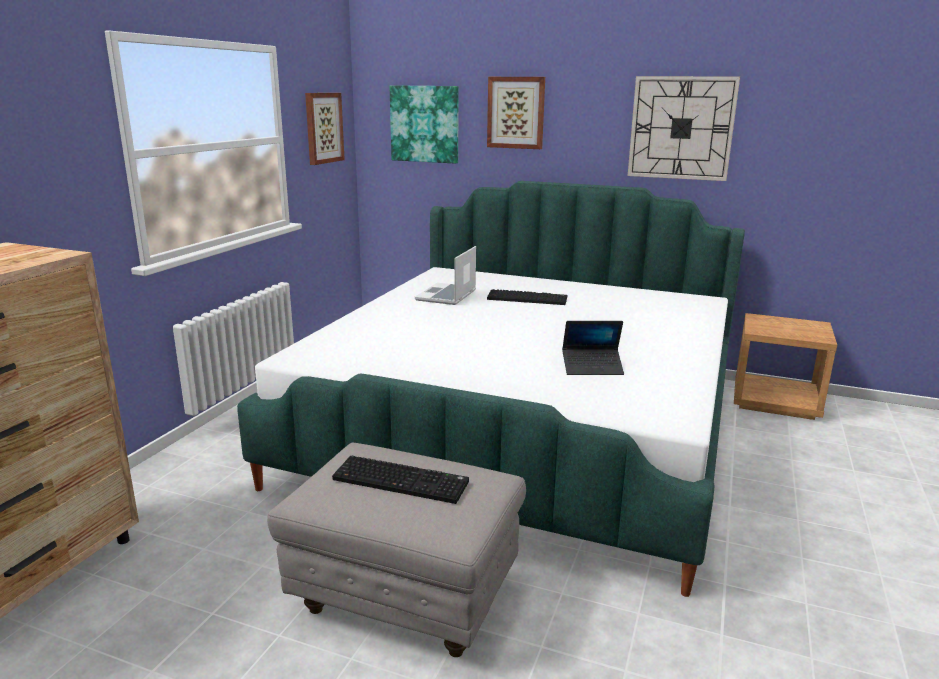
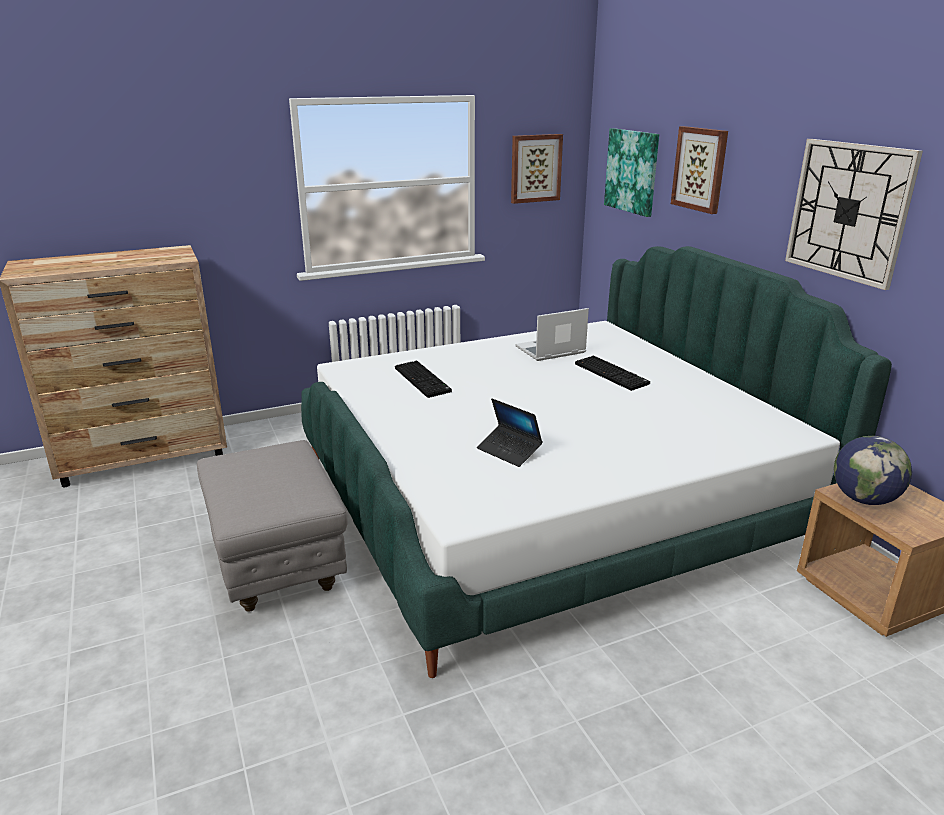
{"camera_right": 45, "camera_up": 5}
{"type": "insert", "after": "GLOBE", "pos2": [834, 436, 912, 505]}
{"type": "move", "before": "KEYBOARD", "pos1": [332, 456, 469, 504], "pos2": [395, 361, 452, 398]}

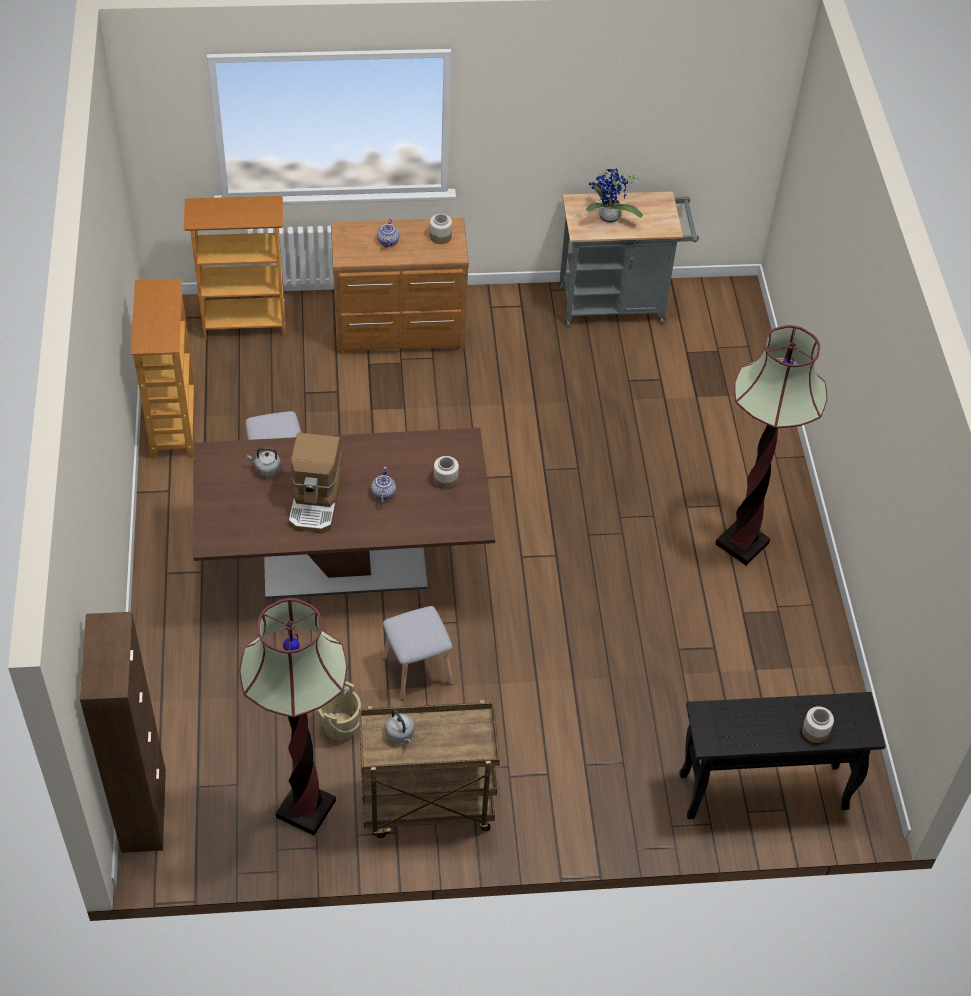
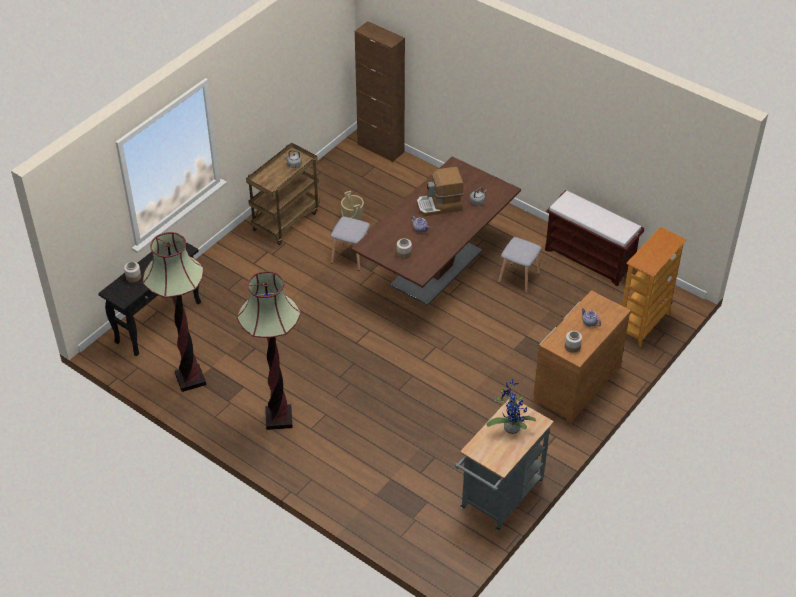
{"camera_right": 135, "camera_up": -5}
{"type": "move", "before": "FLOOR LAMP", "pos1": [239, 598, 347, 835], "pos2": [143, 232, 206, 392]}
{"type": "replace", "before": "BOOKCASE", "after": "BROWN BENCH", "pos1": [131, 279, 196, 459], "pos2": [545, 190, 644, 286]}
{"type": "rotate", "before": "COFFEE MACHINE", "pos1": [289, 433, 342, 534], "pos2": [417, 167, 464, 216], "turn": -60}

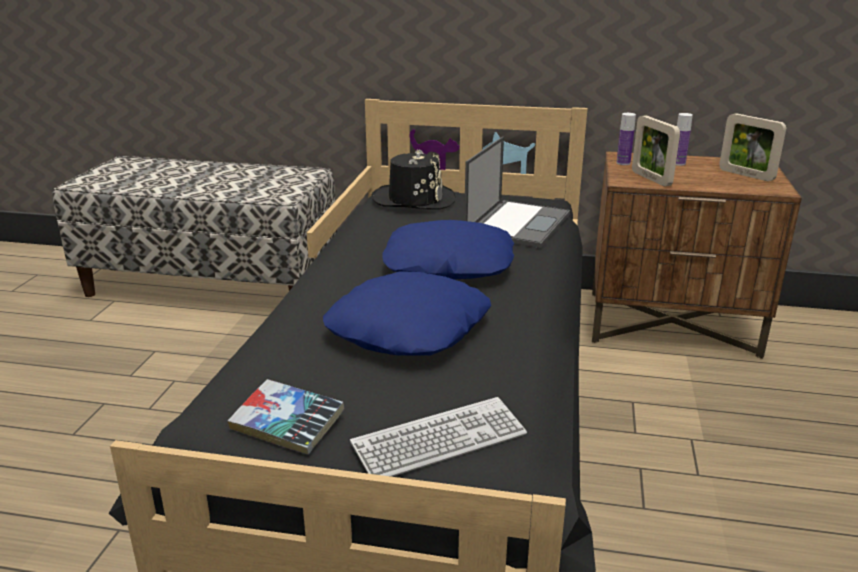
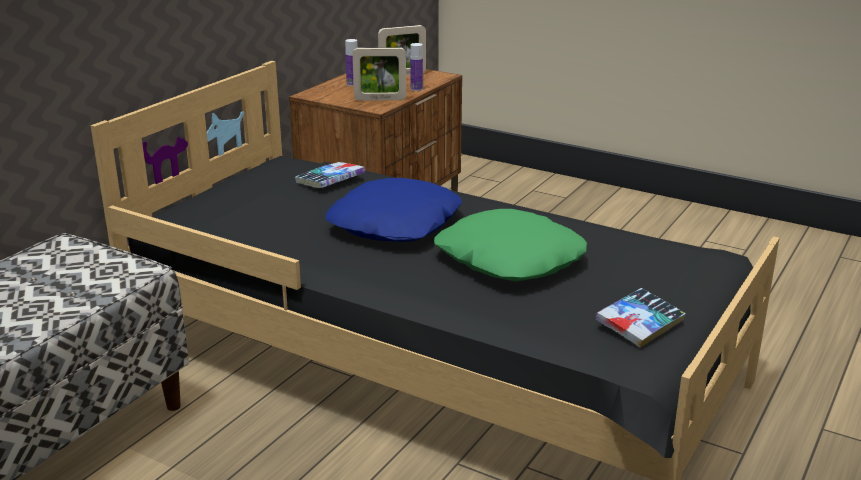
{"camera_right": -70, "camera_up": 0}
{"type": "delete", "before": "KEYBOARD", "pos1": [350, 397, 527, 477]}
{"type": "delete", "before": "BLACK HAT", "pos1": [372, 149, 455, 210]}
{"type": "move", "before": "BOTTLE", "pos1": [616, 113, 636, 165], "pos2": [410, 43, 423, 91]}
{"type": "replace", "before": "LAPTOP", "after": "BOOK", "pos1": [464, 136, 570, 248], "pos2": [295, 162, 365, 188]}
{"type": "recolor", "before": "BLUE PILLOW", "after": "GREEN PILLOW", "pos1": [323, 271, 491, 356], "pos2": [434, 209, 587, 281]}

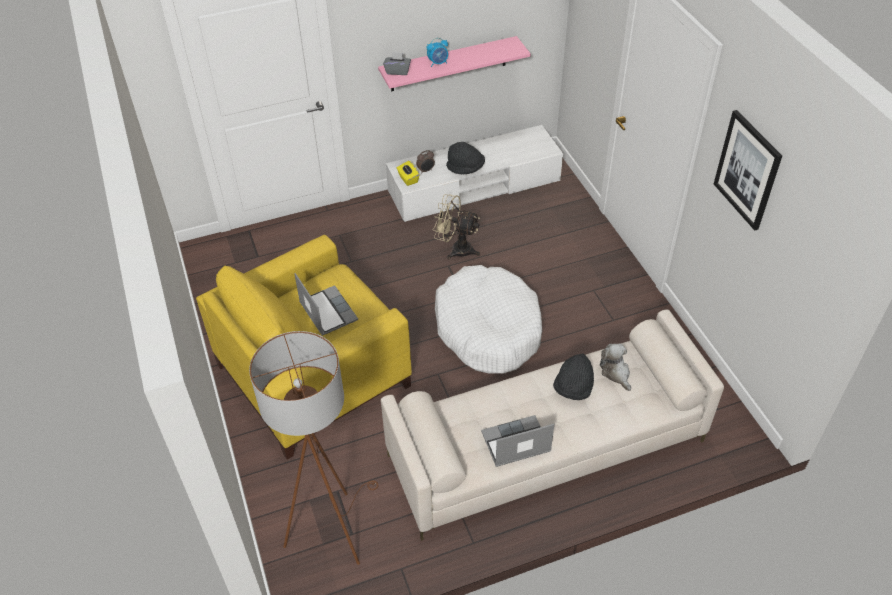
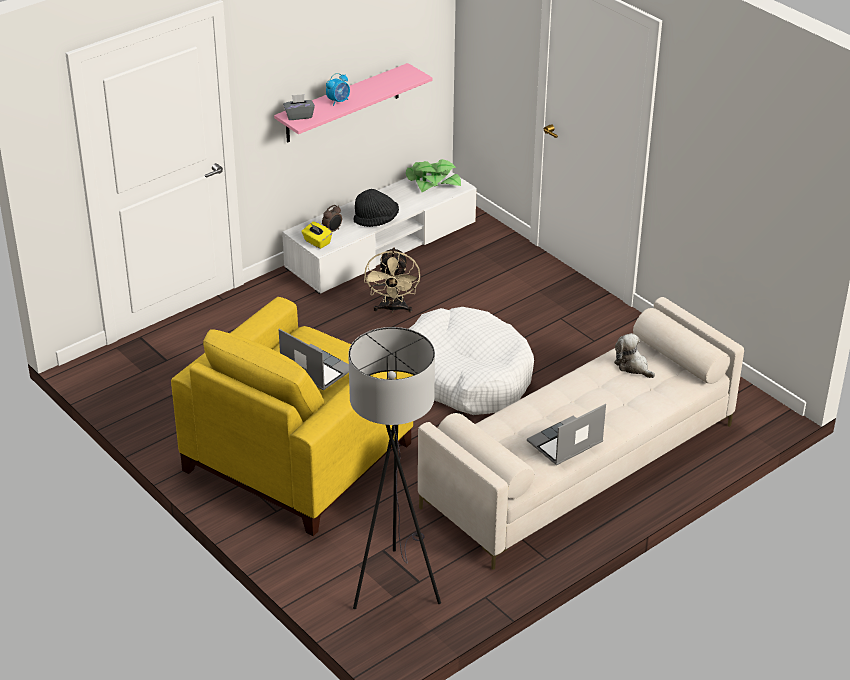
{"camera_right": -20, "camera_up": -10}
{"type": "delete", "before": "BLACK HAT", "pos1": [553, 353, 594, 400]}
{"type": "delete", "before": "PICTURE", "pos1": [714, 110, 782, 231]}
{"type": "insert", "after": "POTTED PLANT", "pos2": [406, 159, 461, 192]}
{"type": "recolor", "before": "BROWN FLOOR LAMP", "after": "GREY FLOOR LAMP", "pos1": [249, 331, 378, 565], "pos2": [348, 327, 441, 609]}
{"type": "rotate", "before": "BEIGE FAN", "pos1": [432, 194, 480, 260], "pos2": [364, 247, 420, 313], "turn": -90}

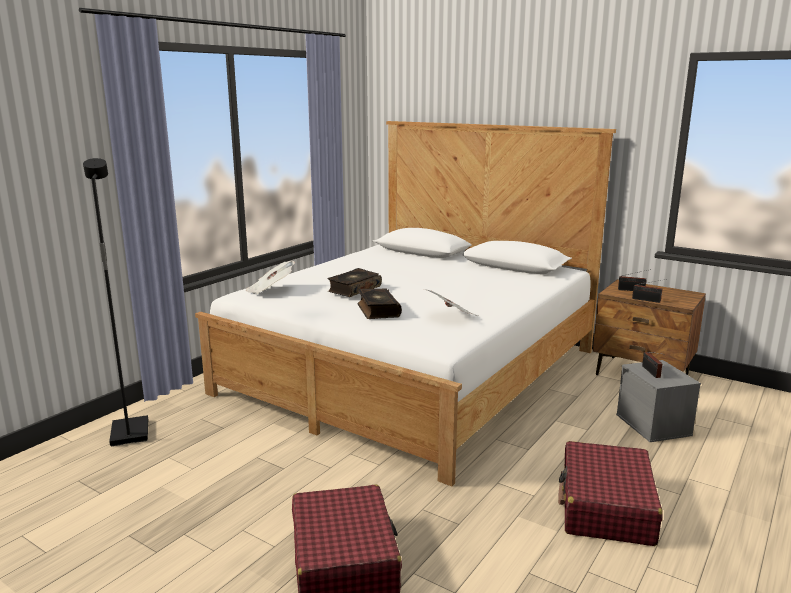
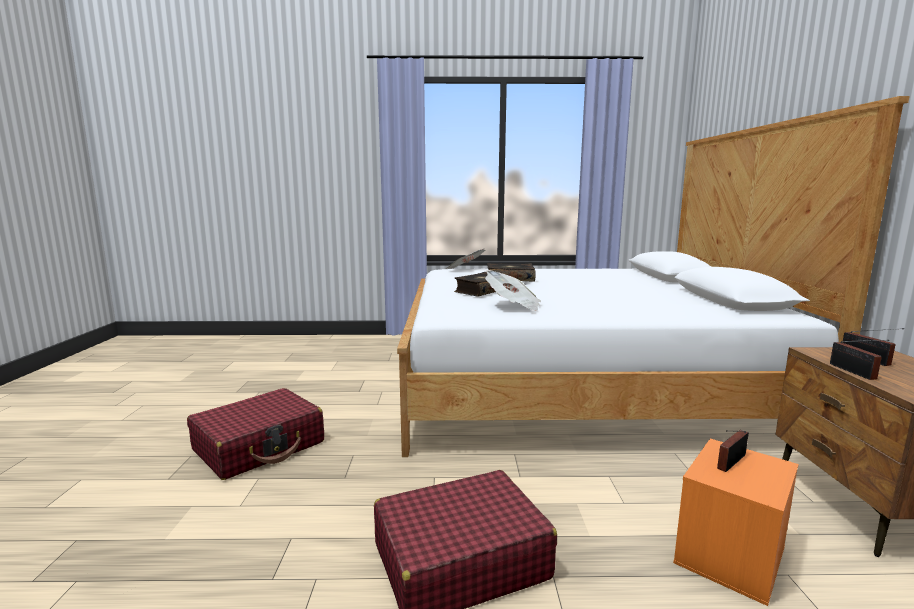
{"camera_right": 55, "camera_up": -5}
{"type": "delete", "before": "BLACK FLOOR LAMP", "pos1": [83, 158, 148, 446]}
{"type": "recolor", "before": "GREY STORAGE BOX", "after": "ORANGE STORAGE BOX", "pos1": [616, 360, 701, 442], "pos2": [673, 439, 799, 606]}

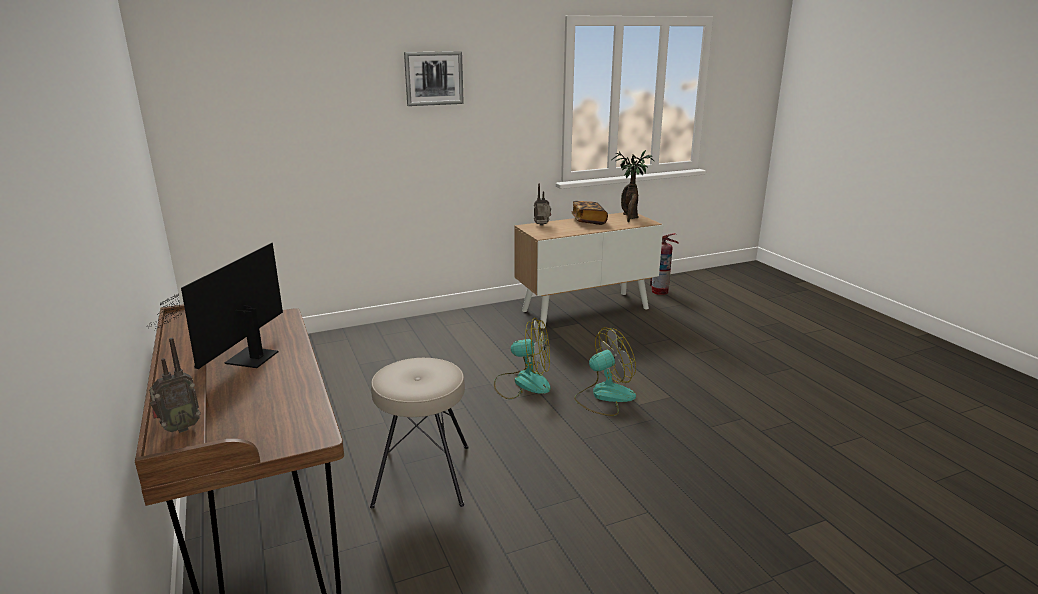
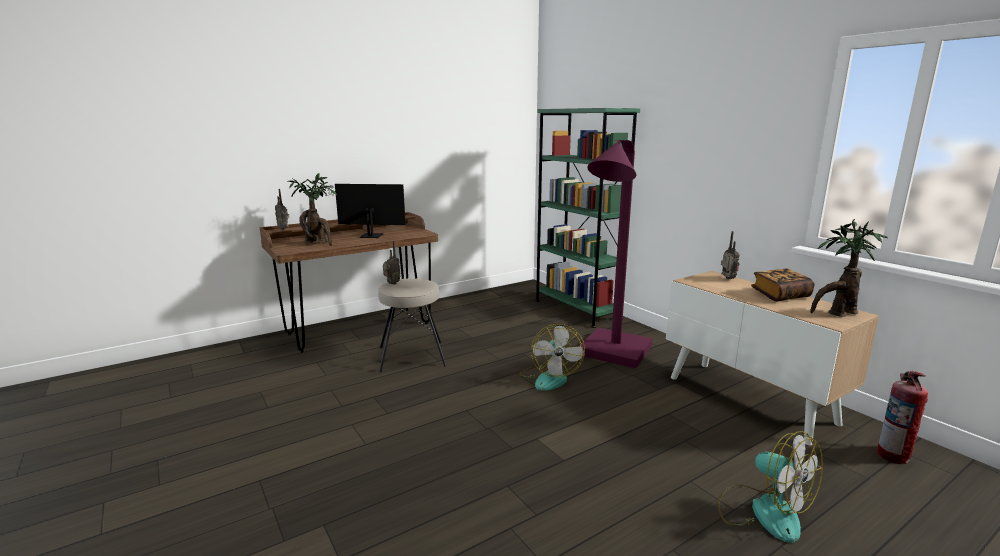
{"camera_right": 80, "camera_up": -5}
{"type": "delete", "before": "PICTURE", "pos1": [404, 51, 464, 106]}
{"type": "insert", "after": "POTTED PLANT", "pos2": [288, 173, 337, 246]}
{"type": "insert", "after": "RADIO", "pos2": [383, 241, 400, 285]}
{"type": "insert", "after": "GREEN BOOKCASE", "pos2": [535, 108, 640, 328]}
{"type": "insert", "after": "PURPLE FLOOR LAMP", "pos2": [579, 140, 653, 368]}
{"type": "move", "before": "FAN", "pos1": [574, 327, 636, 416], "pos2": [718, 431, 823, 543]}

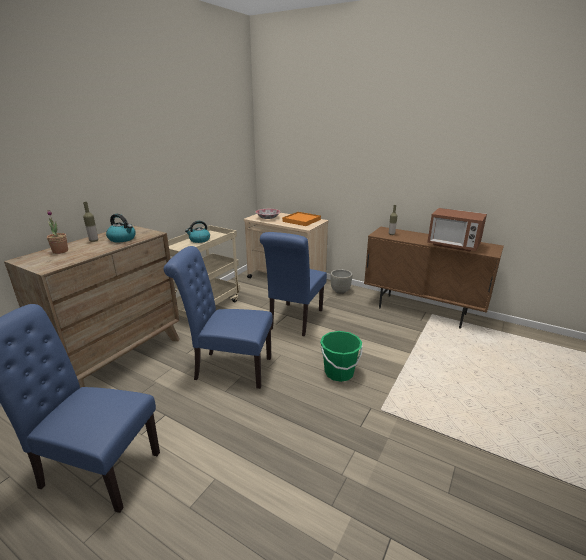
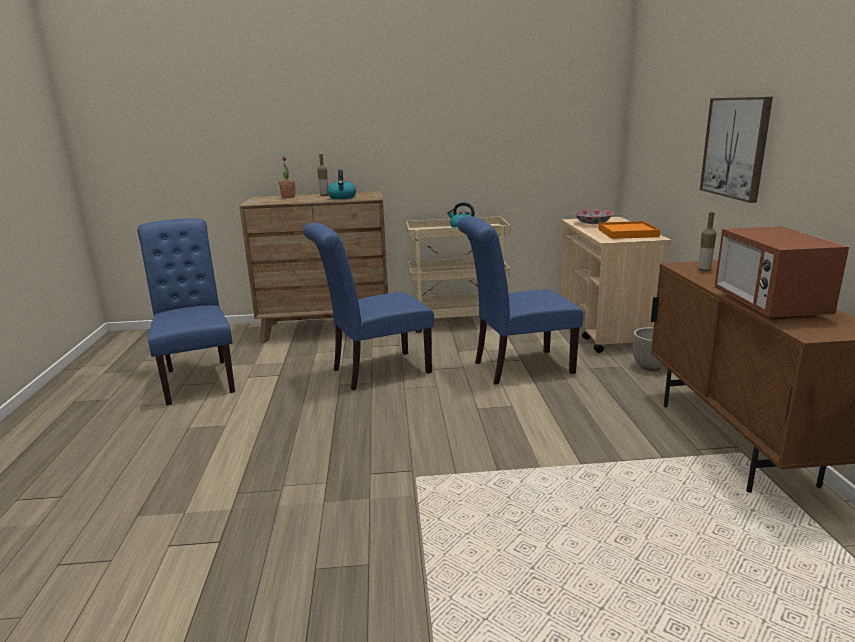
{"camera_right": 55, "camera_up": -5}
{"type": "delete", "before": "GREEN BUCKET", "pos1": [320, 331, 363, 382]}
{"type": "insert", "after": "PICTURE", "pos2": [700, 97, 773, 203]}
{"type": "rotate", "before": "BLUE CHAIR", "pos1": [164, 246, 273, 389], "pos2": [303, 223, 434, 390], "turn": -90}

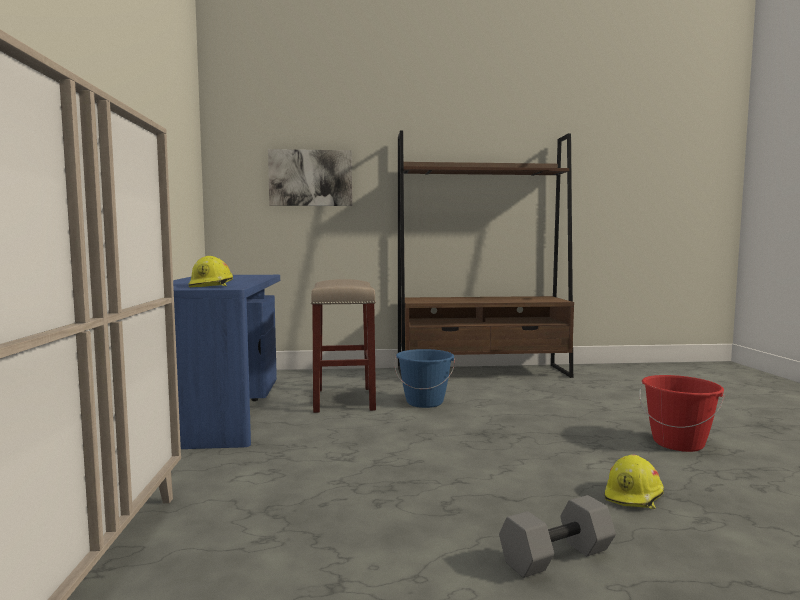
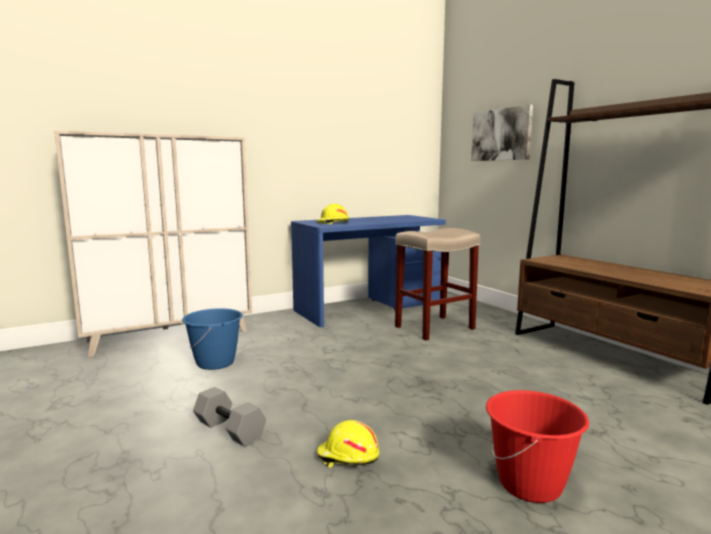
{"camera_right": 65, "camera_up": 5}
{"type": "move", "before": "BLUE BUCKET", "pos1": [395, 349, 455, 408], "pos2": [182, 308, 243, 370]}

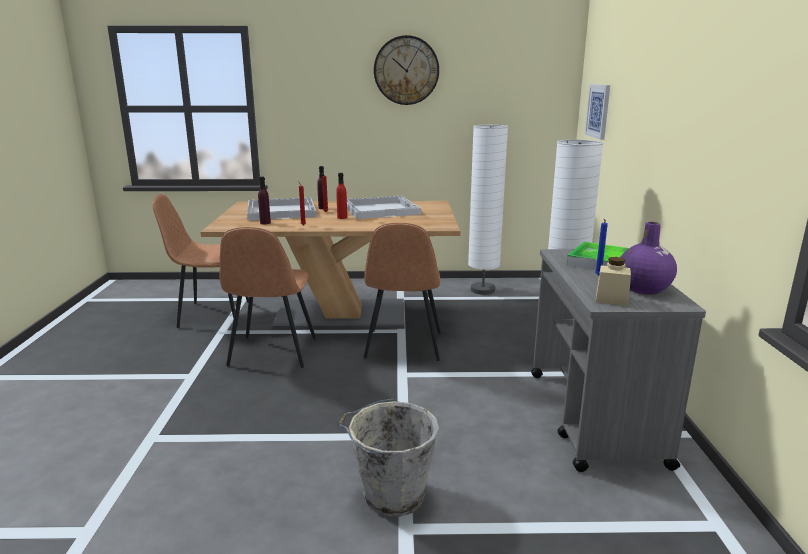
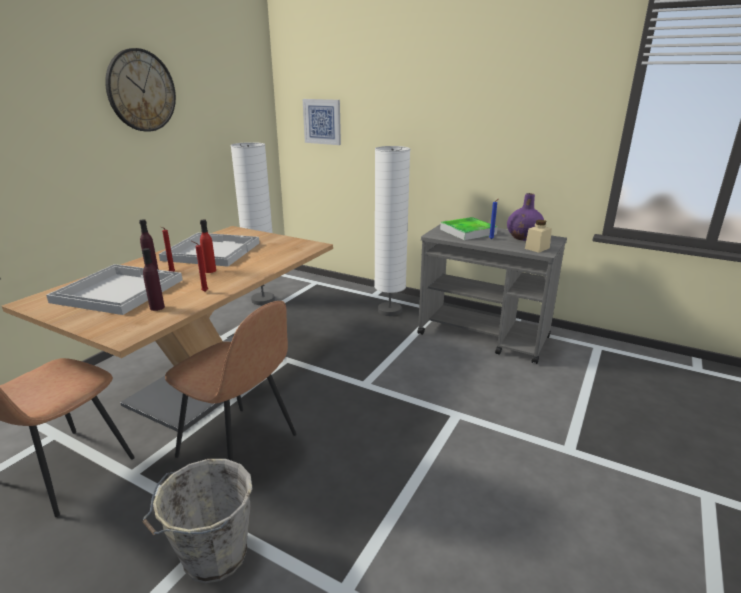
{"camera_right": -60, "camera_up": 5}
{"type": "delete", "before": "BROWN CHAIR", "pos1": [364, 223, 441, 361]}
{"type": "move", "before": "GREY BUCKET", "pos1": [338, 399, 439, 517], "pos2": [142, 459, 253, 584]}

